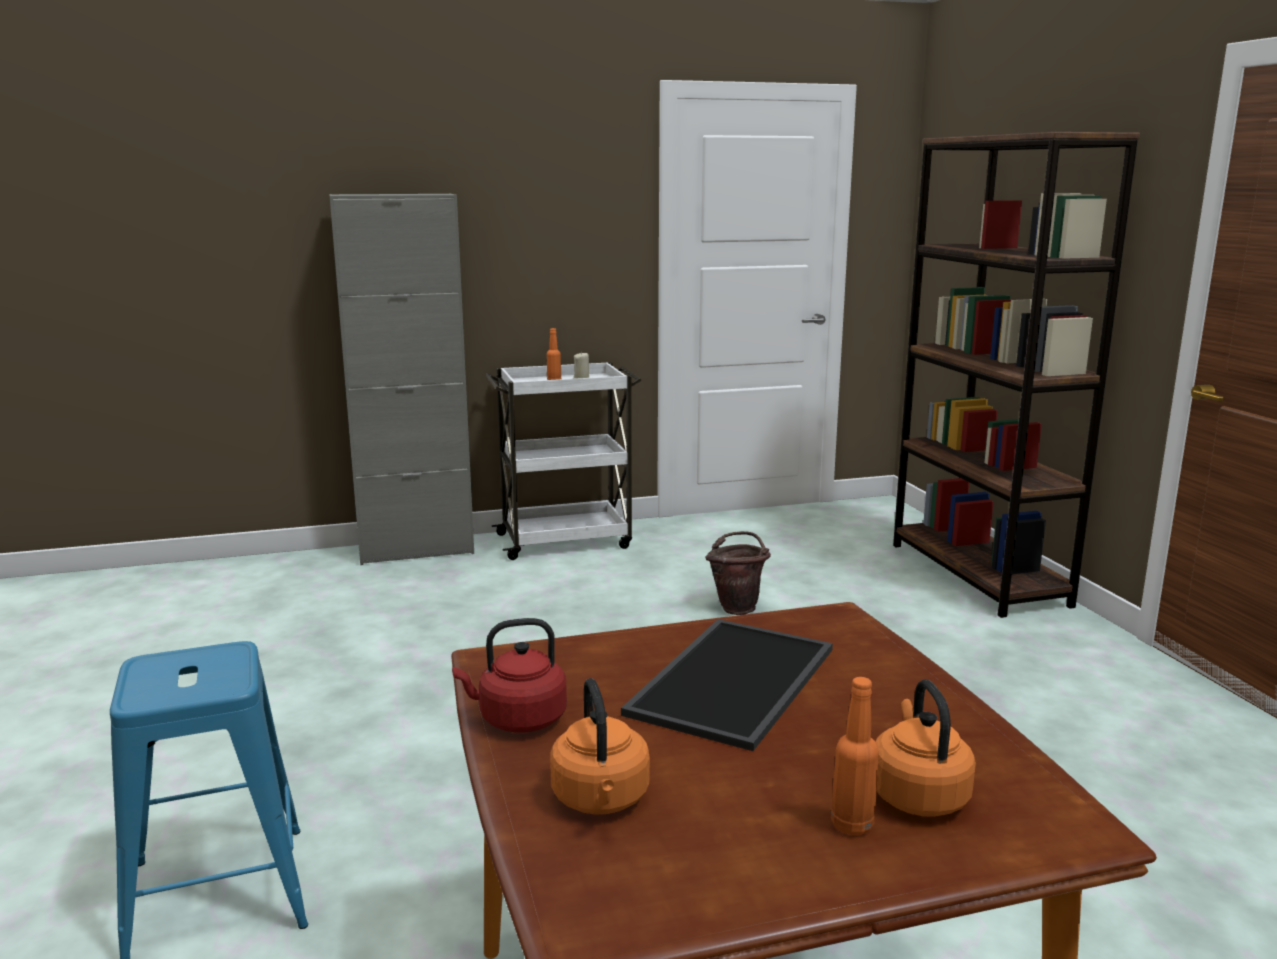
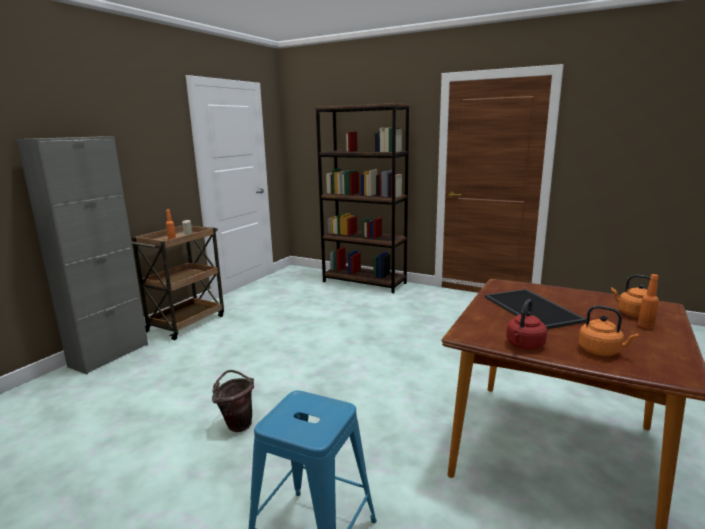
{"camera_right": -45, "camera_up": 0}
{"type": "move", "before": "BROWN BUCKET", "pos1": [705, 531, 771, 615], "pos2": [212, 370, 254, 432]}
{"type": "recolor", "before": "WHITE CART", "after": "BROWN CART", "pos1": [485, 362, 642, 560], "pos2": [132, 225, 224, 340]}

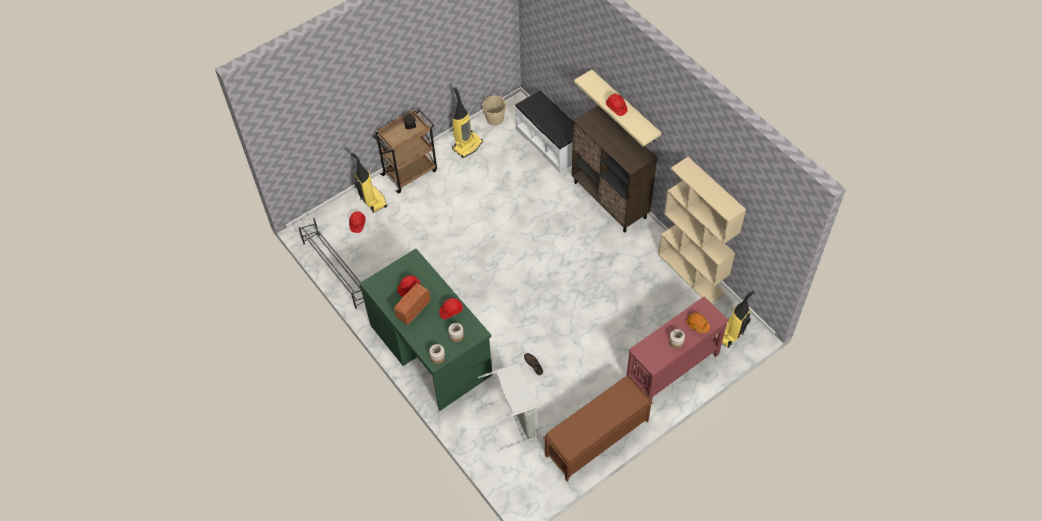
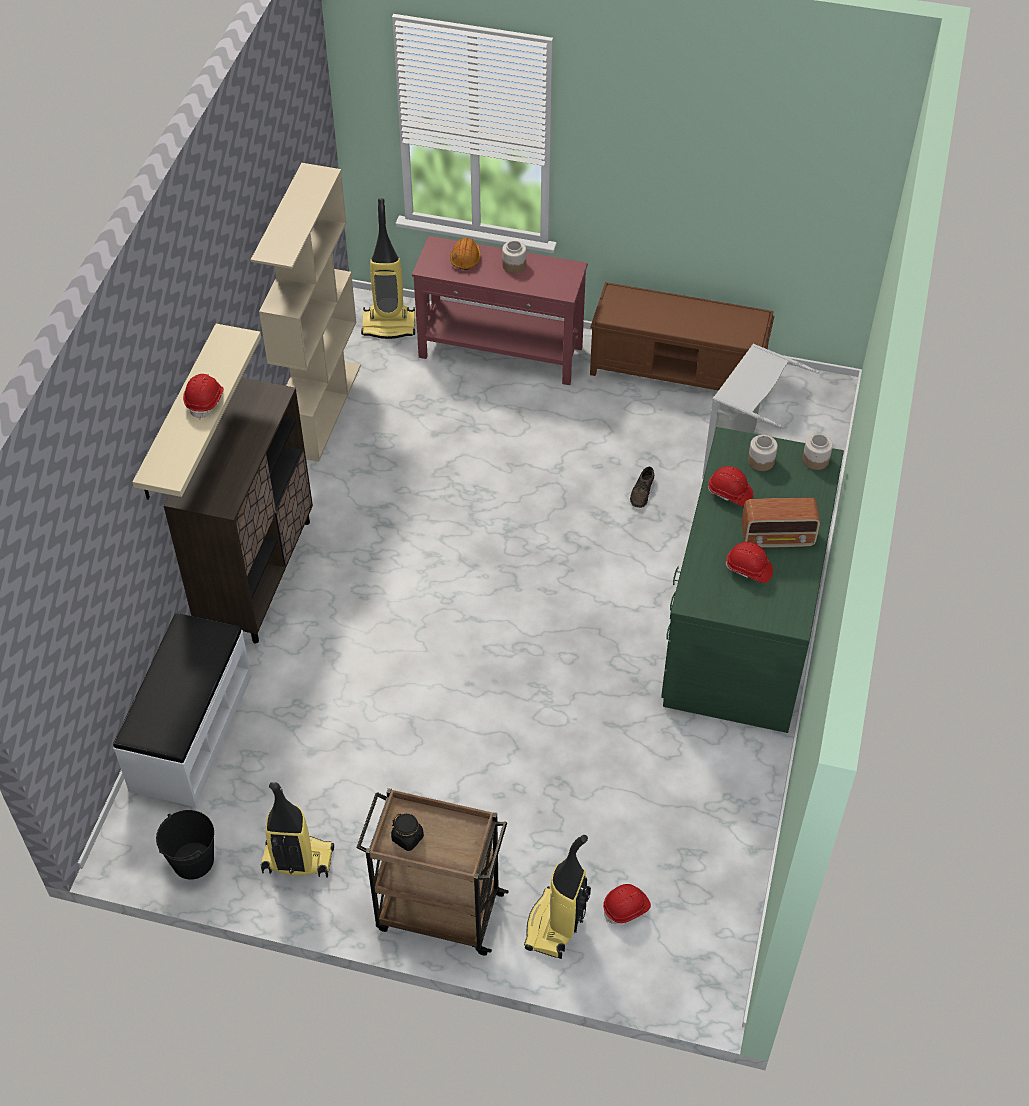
{"camera_right": -130, "camera_up": -5}
{"type": "delete", "before": "GREY SHOE RACK", "pos1": [298, 218, 364, 309]}
{"type": "recolor", "before": "BEIGE BUCKET", "after": "BLACK BUCKET", "pos1": [482, 95, 506, 126], "pos2": [156, 810, 214, 880]}

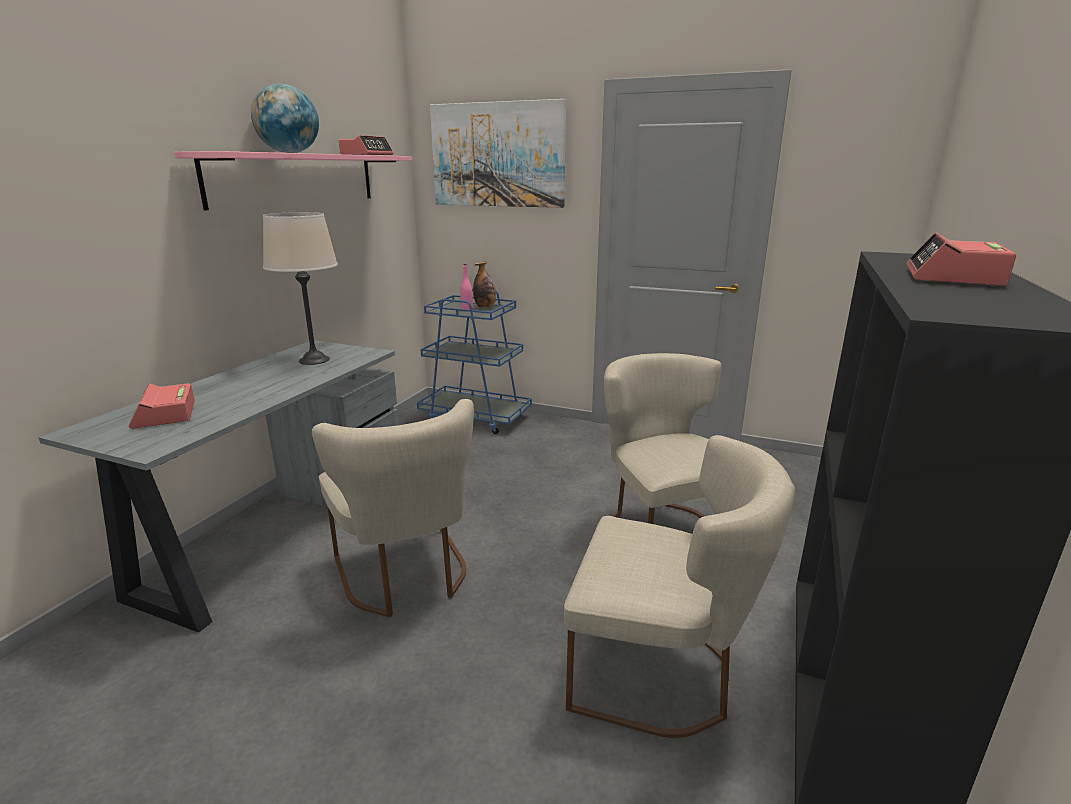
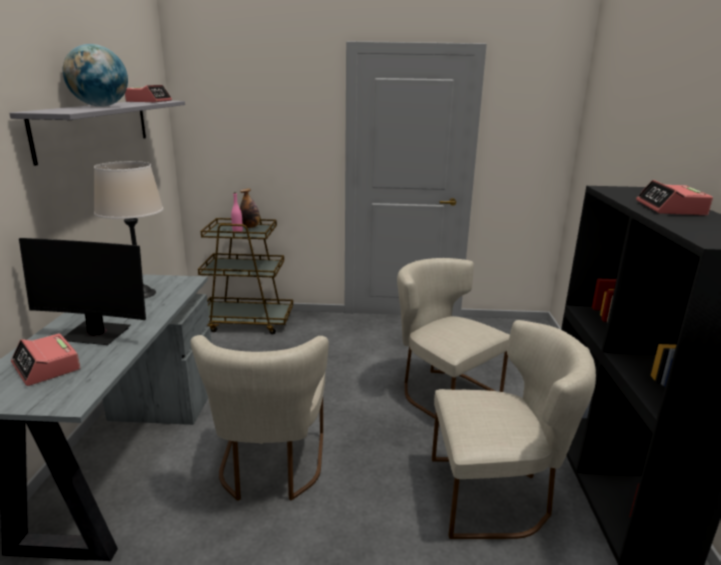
{"camera_right": -20, "camera_up": 0}
{"type": "delete", "before": "PICTURE", "pos1": [430, 99, 566, 208]}
{"type": "insert", "after": "MONITOR", "pos2": [19, 238, 146, 345]}
{"type": "recolor", "before": "PINK SHELF", "after": "GREY SHELF", "pos1": [174, 151, 412, 210], "pos2": [9, 101, 185, 166]}
{"type": "recolor", "before": "BLUE CART", "after": "BROWN CART", "pos1": [417, 289, 532, 434], "pos2": [198, 217, 293, 334]}
{"type": "rotate", "before": "BEIGE CHAIR", "pos1": [312, 399, 474, 617], "pos2": [190, 335, 329, 501], "turn": 45}

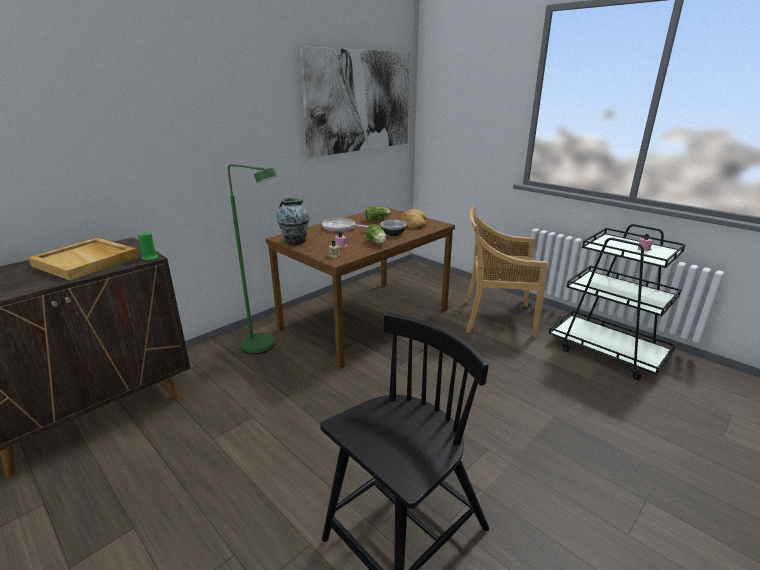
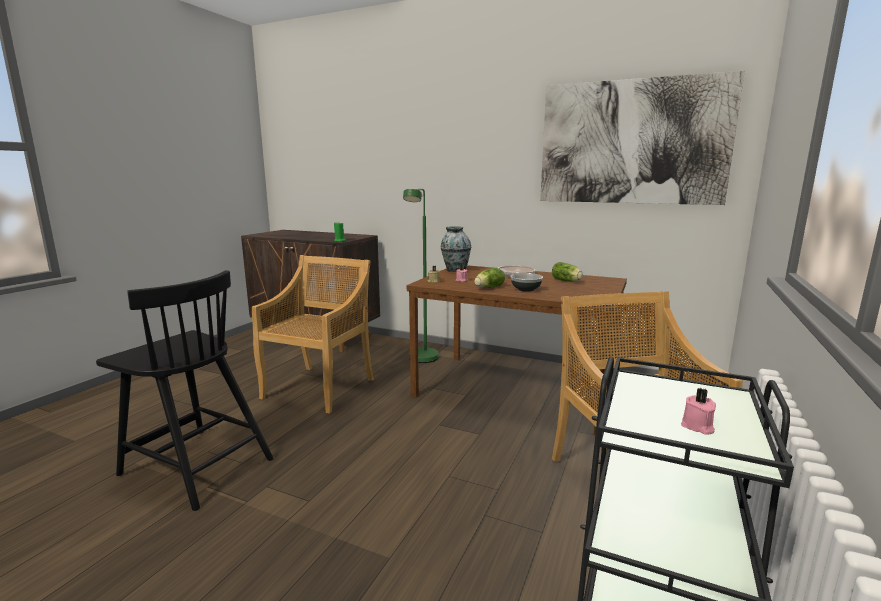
{"camera_right": 70, "camera_up": -10}
{"type": "delete", "before": "BEIGE TRAY", "pos1": [28, 238, 138, 280]}
{"type": "delete", "before": "BREAD", "pos1": [401, 209, 426, 228]}
{"type": "insert", "after": "BEIGE CHAIR", "pos2": [252, 255, 374, 414]}

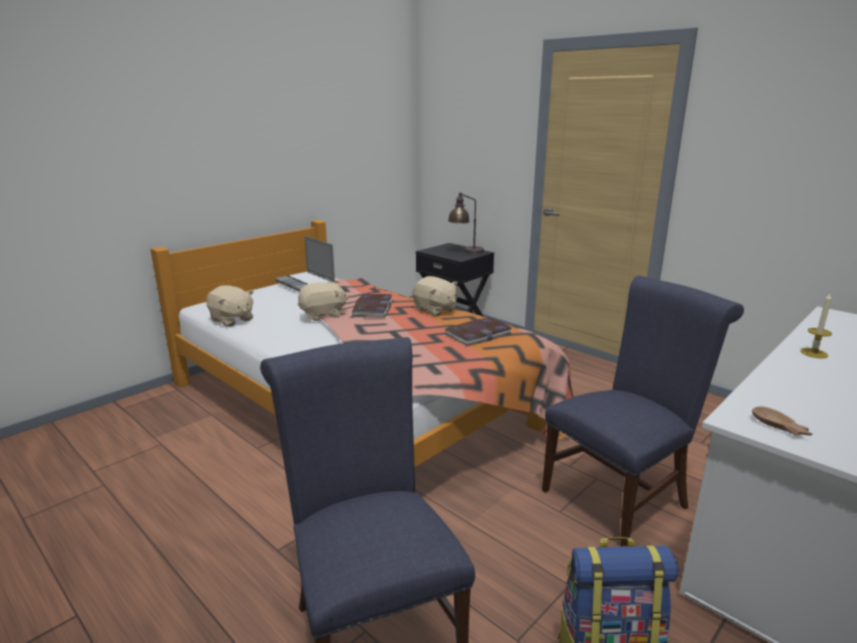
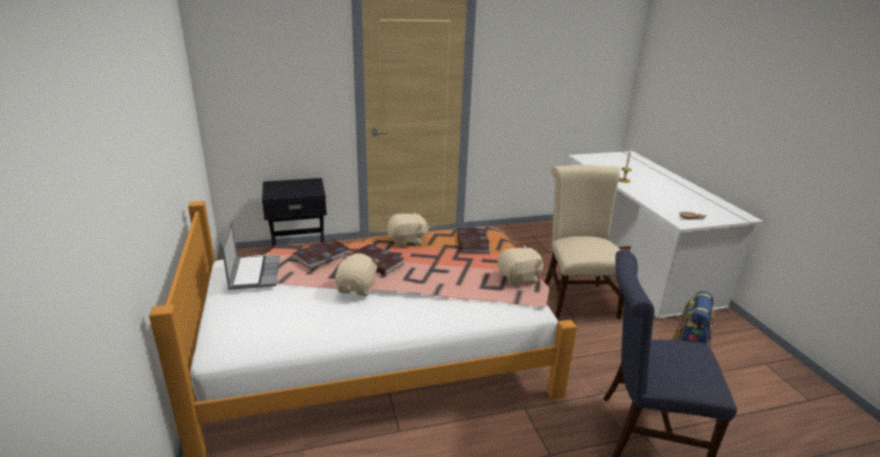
{"camera_right": -60, "camera_up": 5}
{"type": "delete", "before": "TABLE LAMP", "pos1": [448, 192, 484, 254]}
{"type": "insert", "after": "BOOK", "pos2": [293, 239, 351, 269]}
{"type": "move", "before": "BEIGE PLUSH TOY", "pos1": [206, 285, 254, 326], "pos2": [497, 245, 544, 287]}
{"type": "recolor", "before": "BLUE CHAIR", "after": "BEIGE CHAIR", "pos1": [542, 276, 744, 547], "pos2": [544, 165, 624, 319]}
{"type": "rotate", "before": "LAPTOP", "pos1": [275, 236, 335, 292], "pos2": [221, 220, 280, 290], "turn": -90}

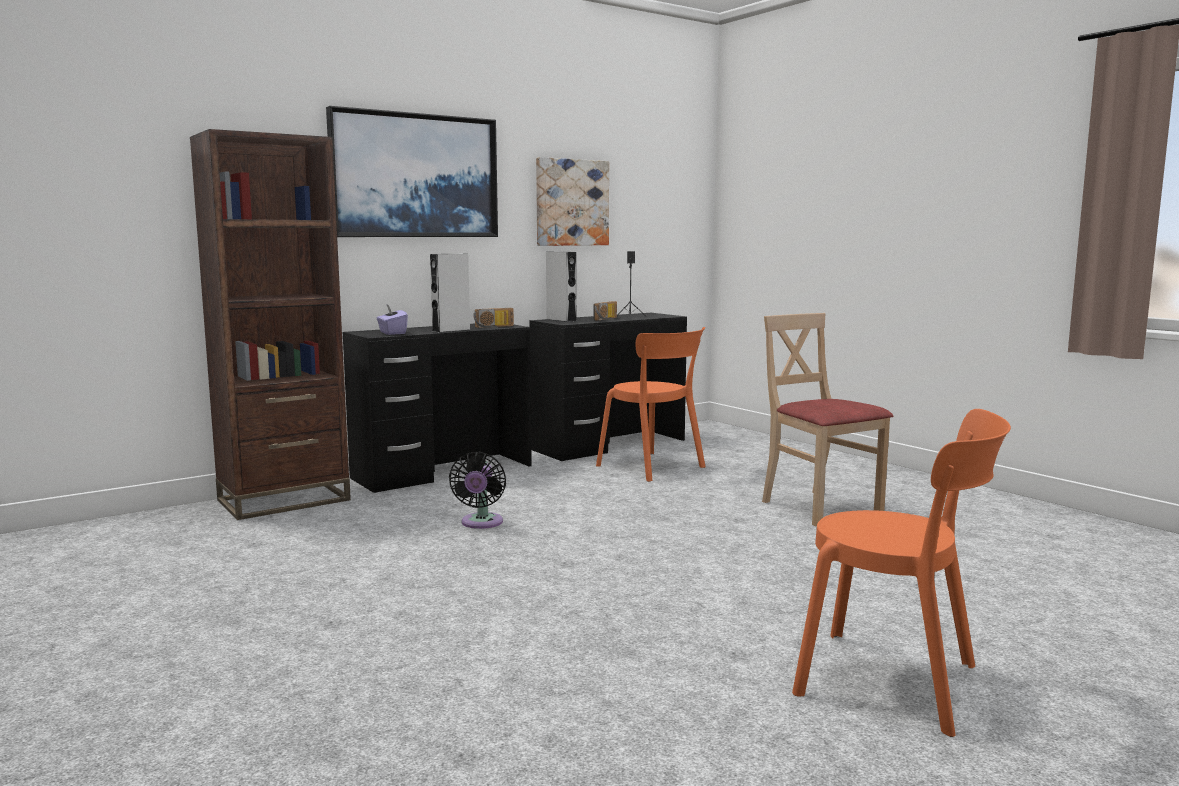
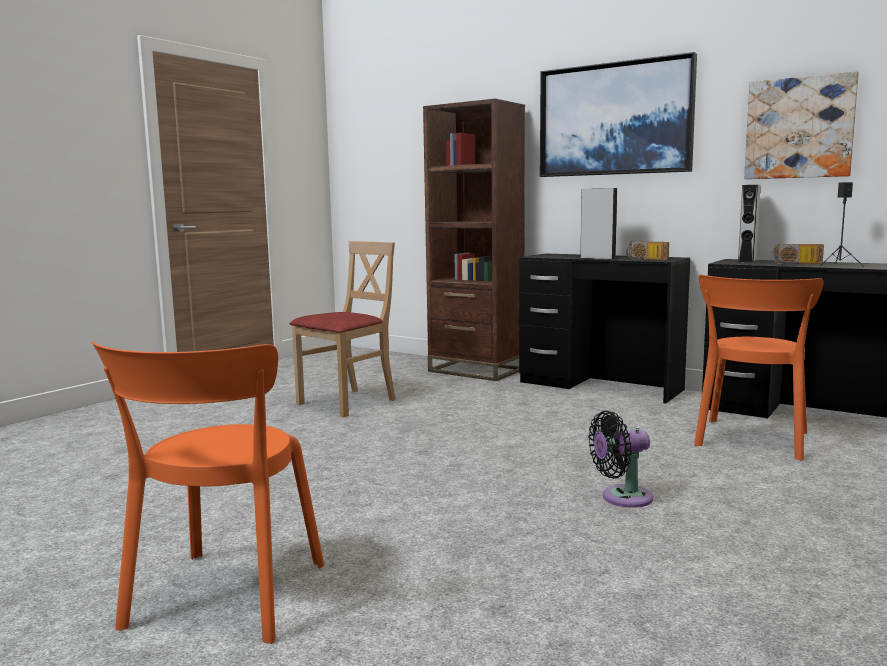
{"camera_right": 70, "camera_up": 0}
{"type": "delete", "before": "PURPLE TISSUE BOX", "pos1": [377, 304, 408, 335]}
{"type": "move", "before": "BLACK FAN", "pos1": [449, 452, 506, 529], "pos2": [588, 411, 653, 508]}
{"type": "move", "before": "BEIGE CHAIR", "pos1": [762, 313, 893, 527], "pos2": [289, 241, 395, 418]}

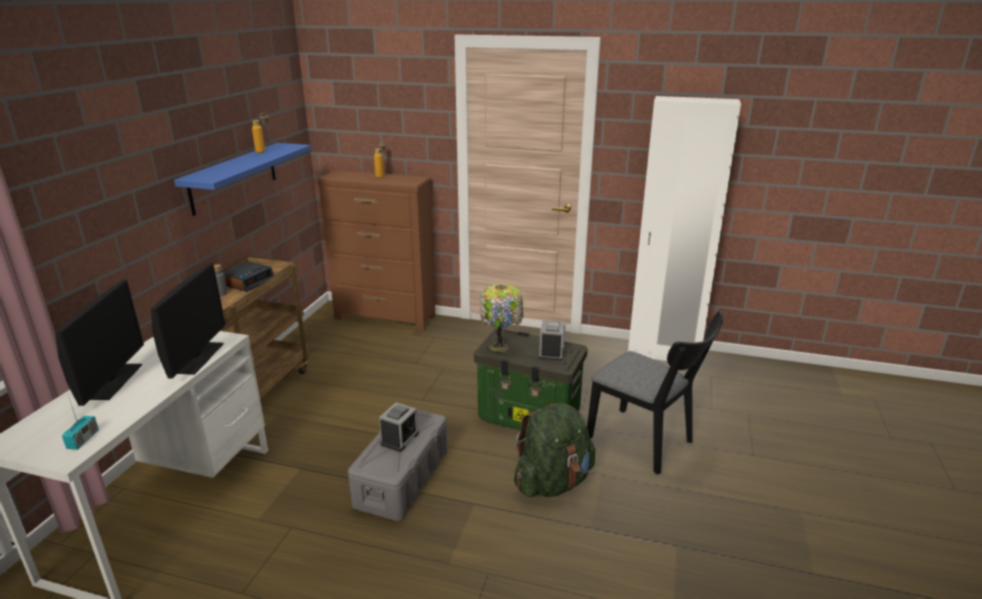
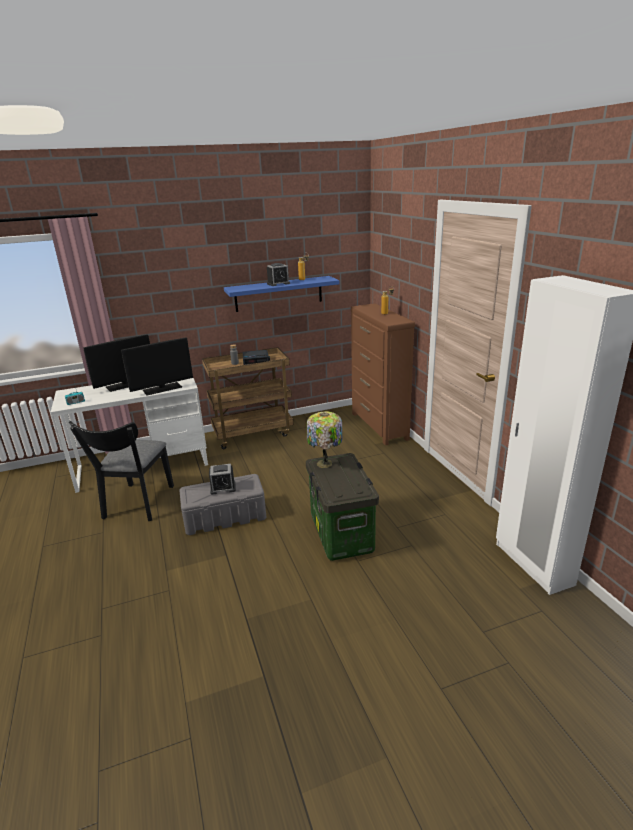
{"camera_right": 55, "camera_up": 0}
{"type": "delete", "before": "GREEN BACKPACK", "pos1": [514, 403, 595, 497]}
{"type": "move", "before": "ALARM CLOCK", "pos1": [539, 320, 565, 361], "pos2": [267, 263, 290, 286]}
{"type": "move", "before": "BLACK CHAIR", "pos1": [587, 311, 723, 475], "pos2": [69, 421, 174, 521]}

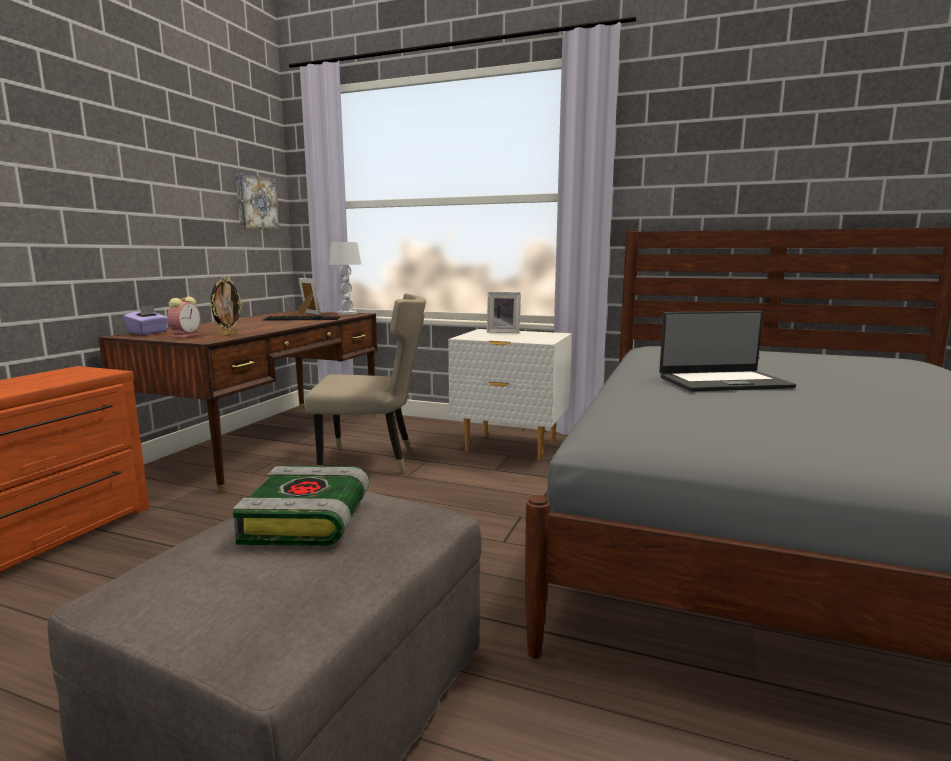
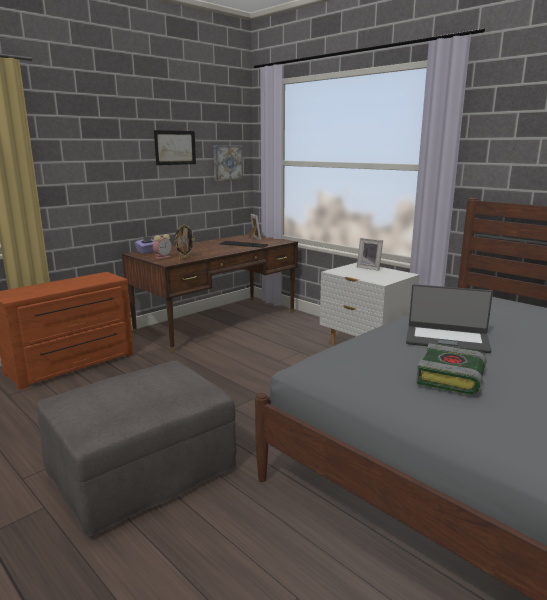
{"camera_right": 25, "camera_up": 5}
{"type": "delete", "before": "BEIGE CHAIR", "pos1": [304, 293, 426, 474]}
{"type": "delete", "before": "WHITE TABLE LAMP", "pos1": [329, 242, 361, 315]}
{"type": "insert", "after": "PICTURE", "pos2": [154, 130, 196, 165]}
{"type": "move", "before": "BOOK", "pos1": [233, 466, 369, 546], "pos2": [416, 343, 487, 395]}

